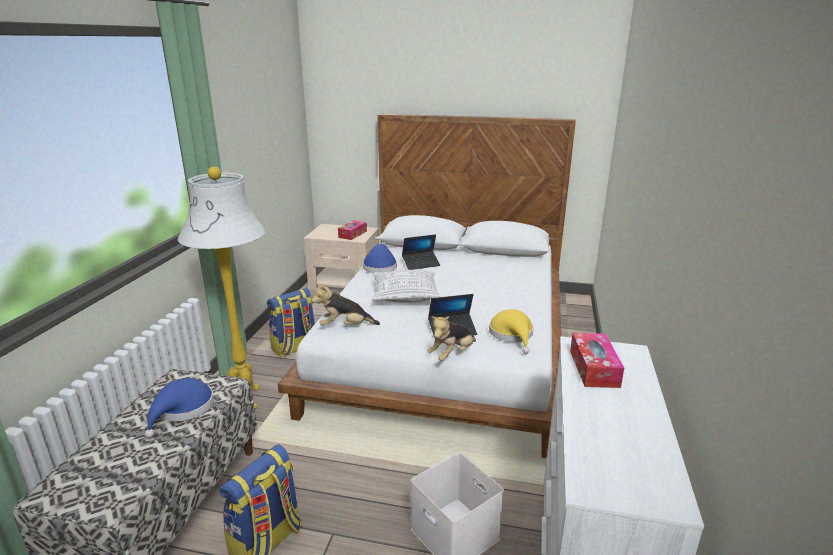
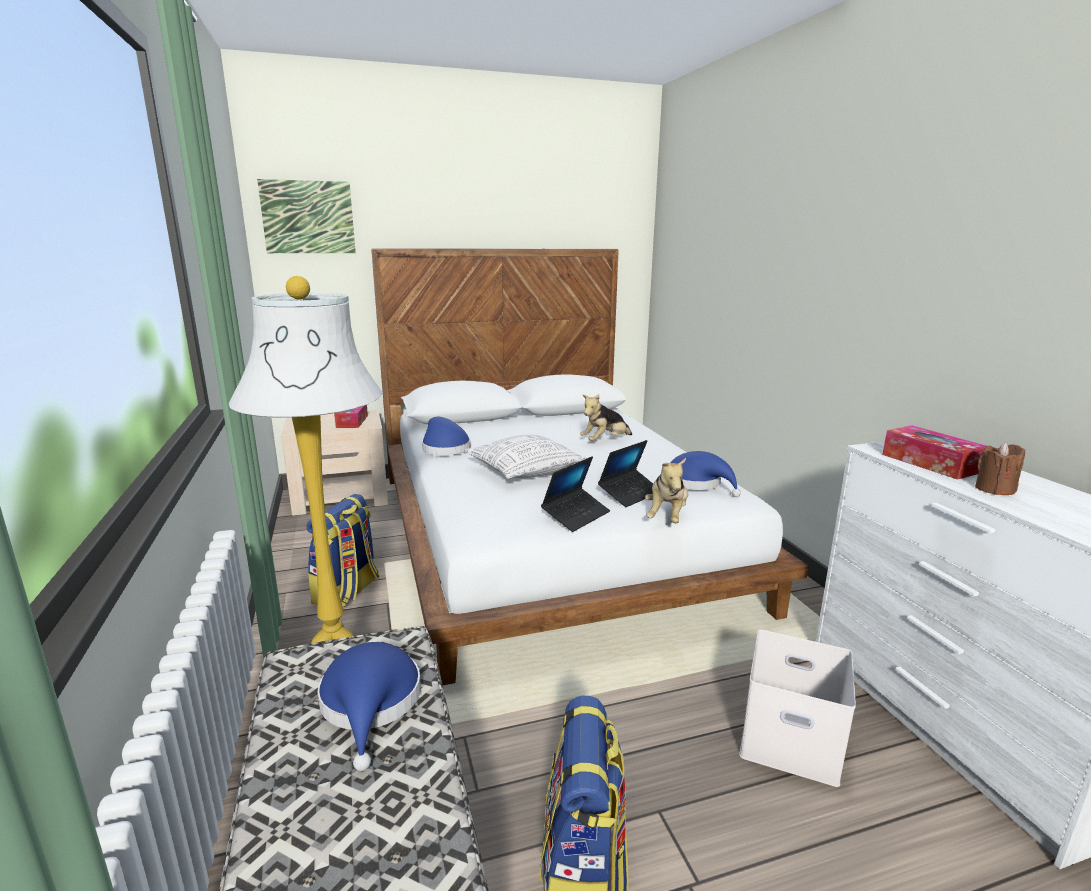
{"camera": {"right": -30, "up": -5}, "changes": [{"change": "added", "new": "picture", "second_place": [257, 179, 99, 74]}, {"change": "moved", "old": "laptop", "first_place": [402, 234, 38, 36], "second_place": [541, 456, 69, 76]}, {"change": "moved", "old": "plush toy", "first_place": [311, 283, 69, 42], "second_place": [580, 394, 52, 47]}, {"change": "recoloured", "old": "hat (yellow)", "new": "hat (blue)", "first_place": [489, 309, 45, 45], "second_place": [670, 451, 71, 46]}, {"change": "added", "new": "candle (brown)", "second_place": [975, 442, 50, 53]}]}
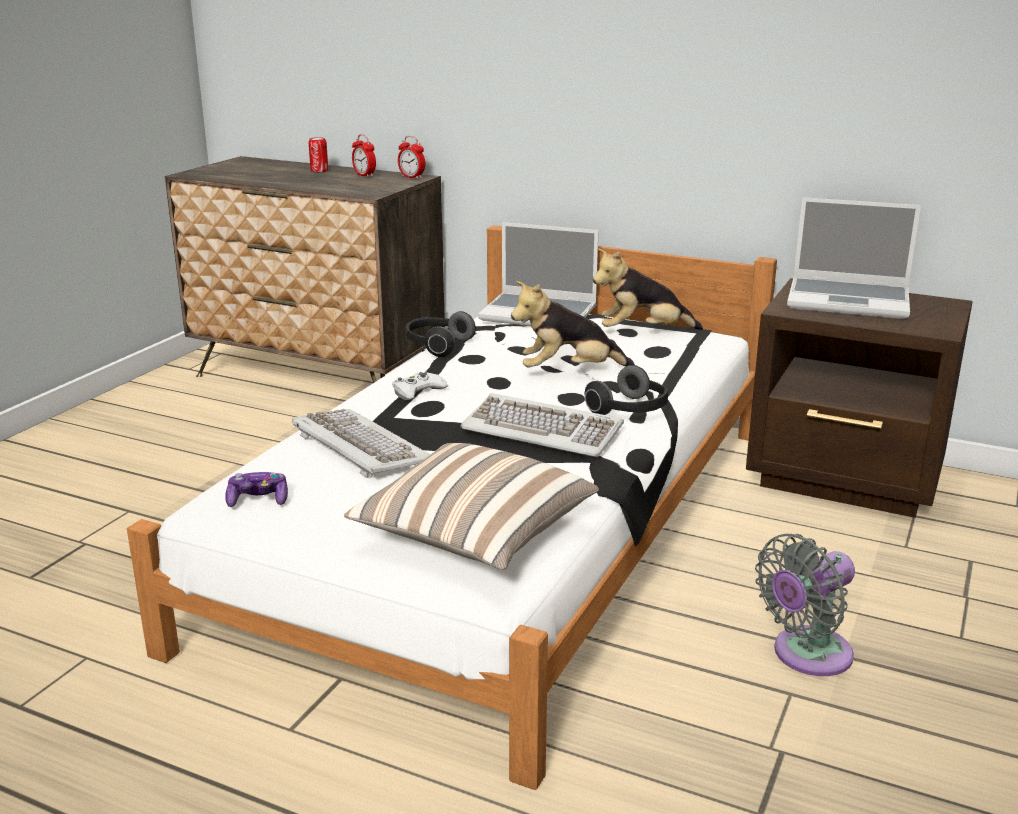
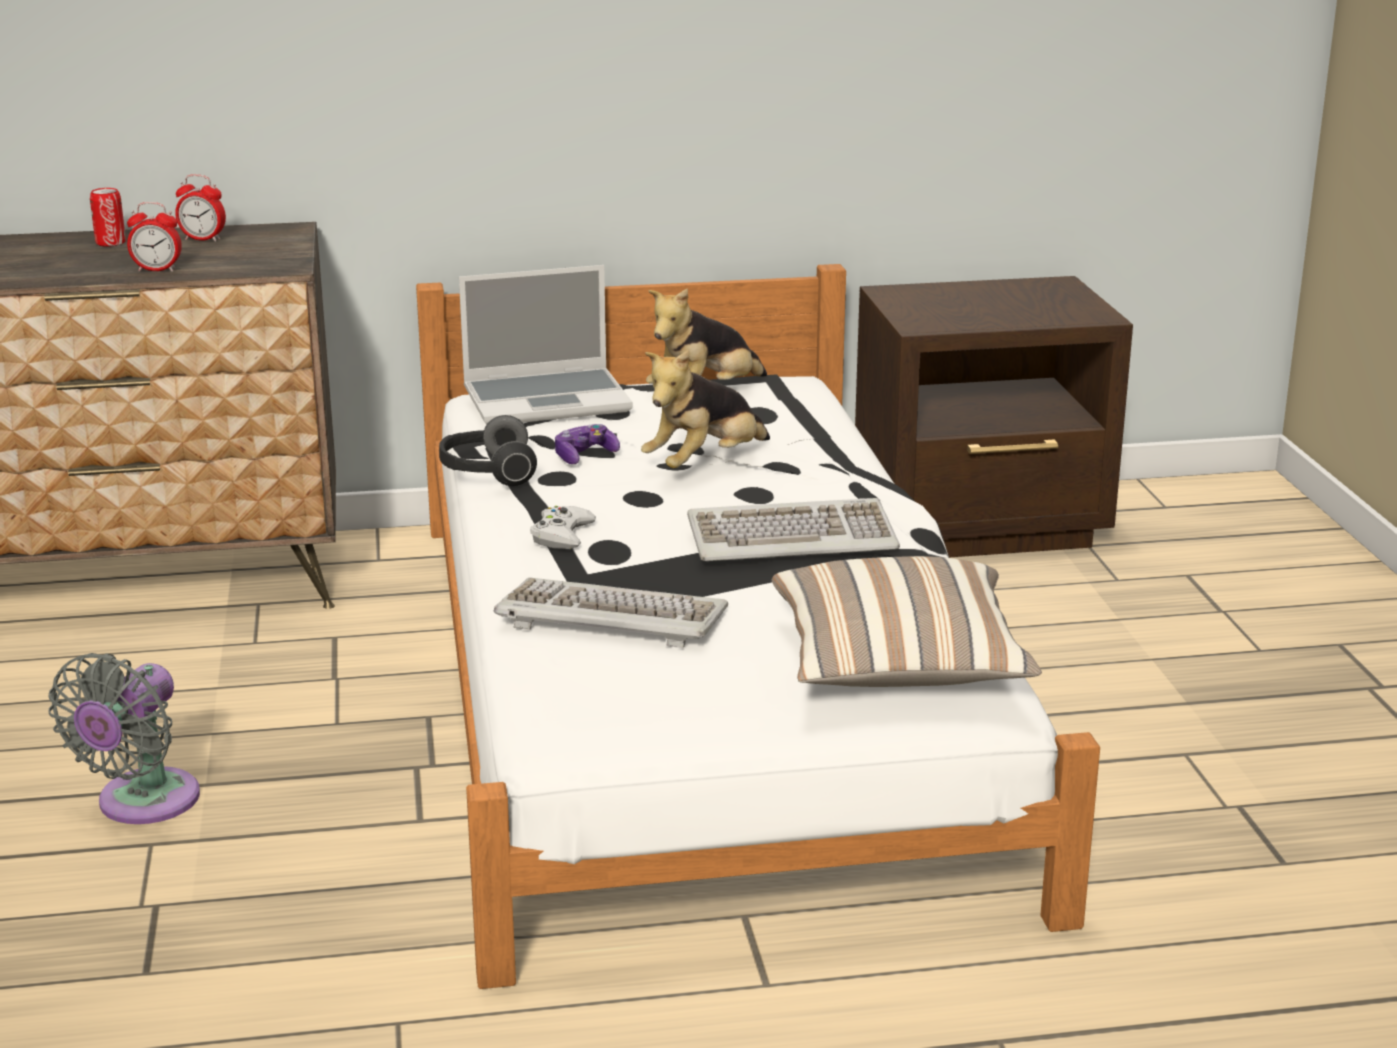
{"camera": {"right": -35, "up": 0}, "changes": [{"change": "moved", "old": "fan (grey)", "first_place": [755, 534, 100, 142], "second_place": [48, 653, 152, 171]}, {"change": "moved", "old": "alarm clock", "first_place": [398, 136, 27, 43], "second_place": [127, 202, 55, 70]}, {"change": "moved", "old": "game controller", "first_place": [225, 472, 63, 35], "second_place": [555, 424, 65, 40]}, {"change": "removed", "old": "headphones", "first_place": [585, 365, 83, 50]}, {"change": "removed", "old": "laptop", "first_place": [787, 197, 134, 122]}]}
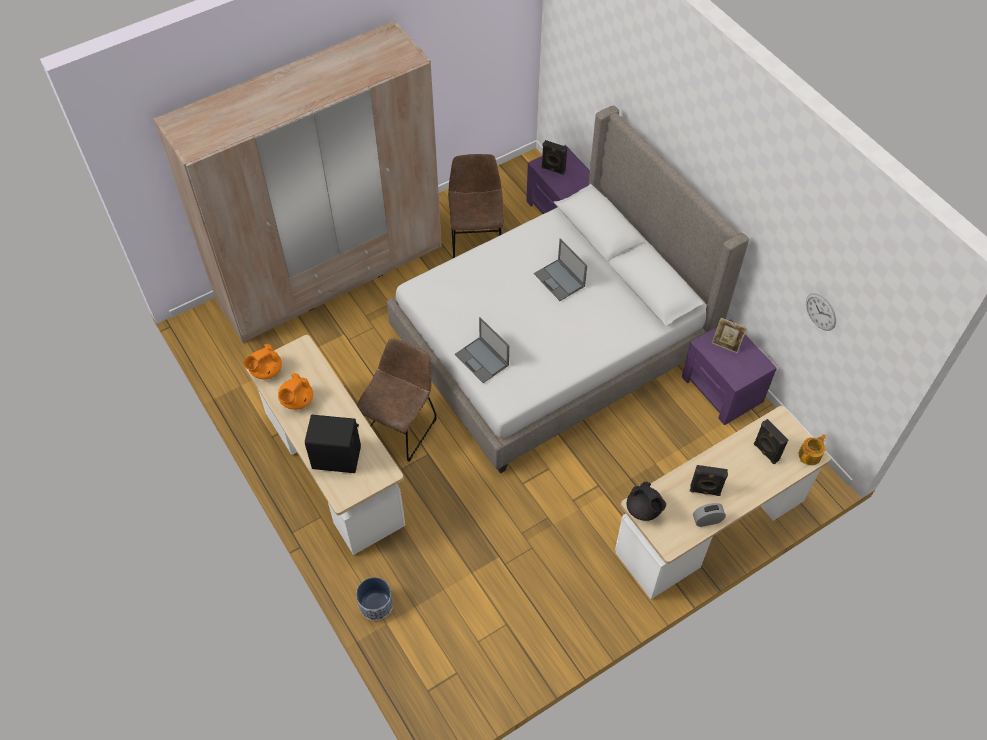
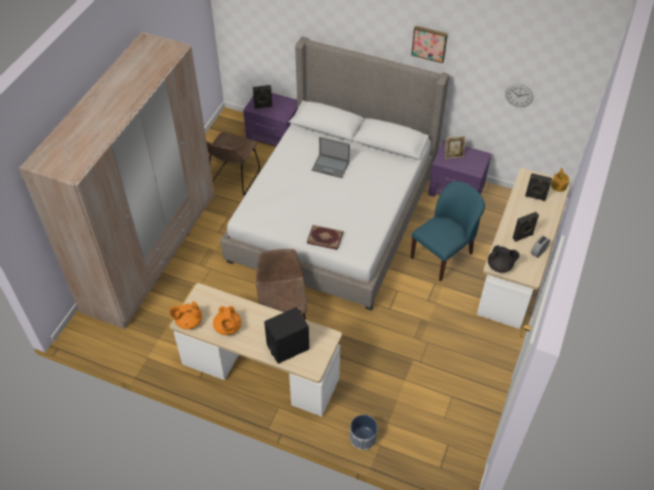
{"camera": {"right": -35, "up": -5}, "changes": [{"change": "turned", "old": "teapot (orange)", "first_place": [244, 344, 38, 36], "second_place": [169, 301, 33, 28], "degrees": 60}, {"change": "turned", "old": "chair (brown)", "first_place": [448, 154, 56, 104], "second_place": [206, 132, 54, 64], "degrees": -120}, {"change": "replaced", "old": "laptop", "new": "book", "first_place": [455, 317, 54, 66], "second_place": [307, 225, 36, 25]}, {"change": "added", "new": "chair (blue)", "second_place": [410, 181, 75, 100]}, {"change": "added", "new": "picture", "second_place": [411, 26, 37, 37]}]}
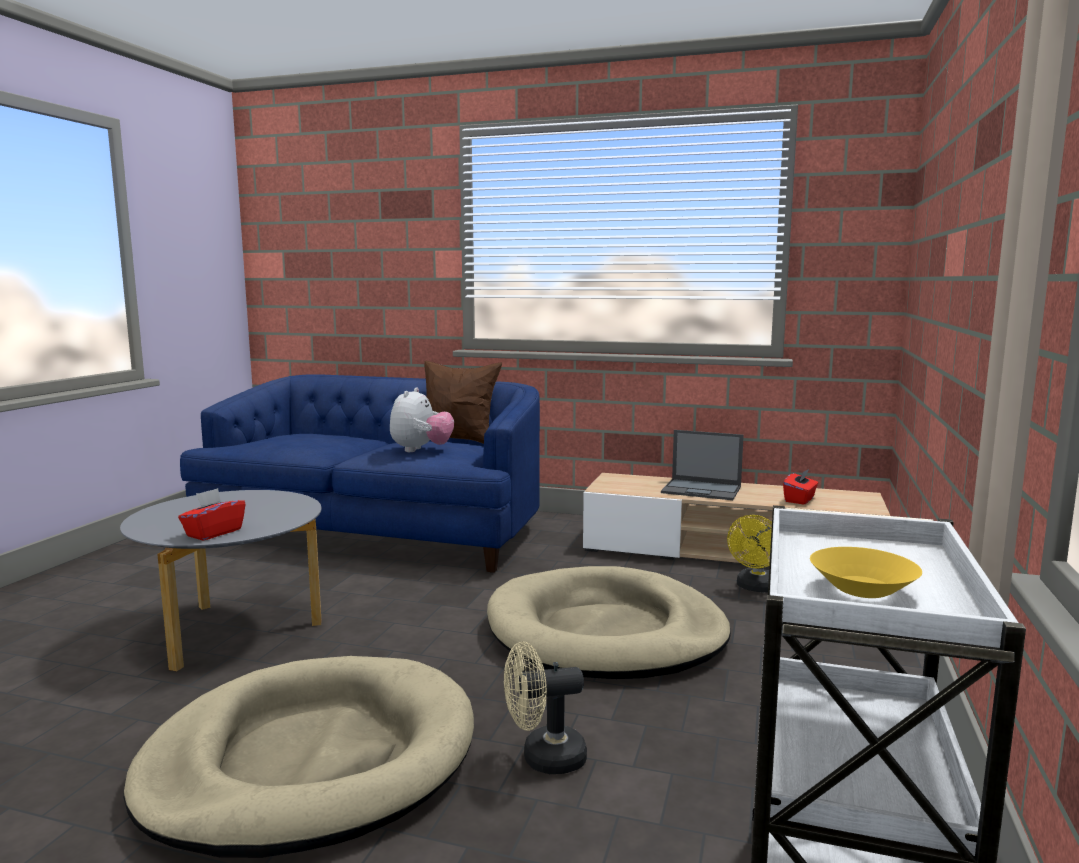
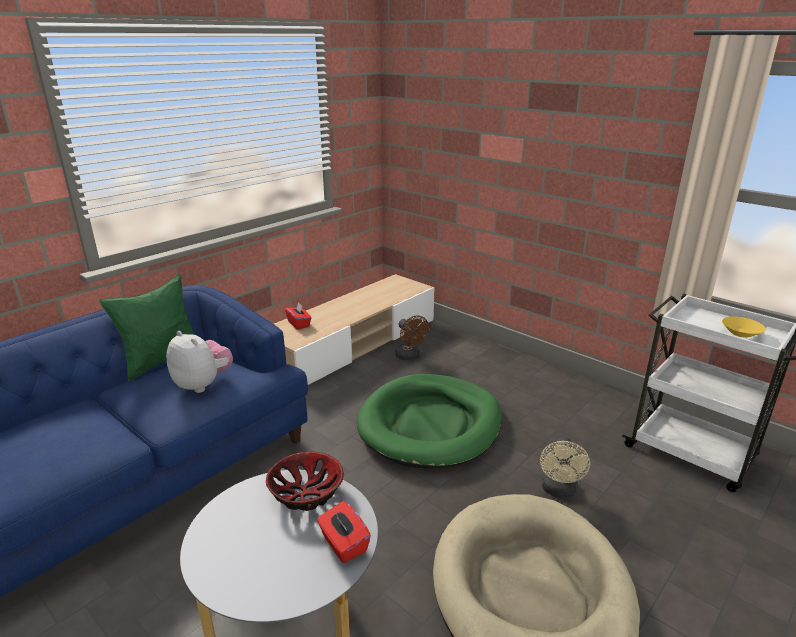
{"camera": {"right": -65, "up": 15}, "changes": [{"change": "recoloured", "old": "pillow (brown)", "new": "pillow (green)", "first_place": [424, 361, 78, 83], "second_place": [99, 275, 95, 106]}, {"change": "added", "new": "bowl", "second_place": [266, 451, 78, 60]}, {"change": "moved", "old": "tissue box (red)", "first_place": [783, 469, 35, 36], "second_place": [285, 302, 27, 28]}, {"change": "recoloured", "old": "dog bed (beige)", "new": "dog bed (green)", "first_place": [487, 566, 244, 113], "second_place": [357, 374, 145, 94]}, {"change": "recoloured", "old": "fan (yellow)", "new": "fan (brown)", "first_place": [727, 515, 45, 77], "second_place": [395, 315, 34, 45]}, {"change": "removed", "old": "laptop", "first_place": [661, 430, 83, 70]}]}
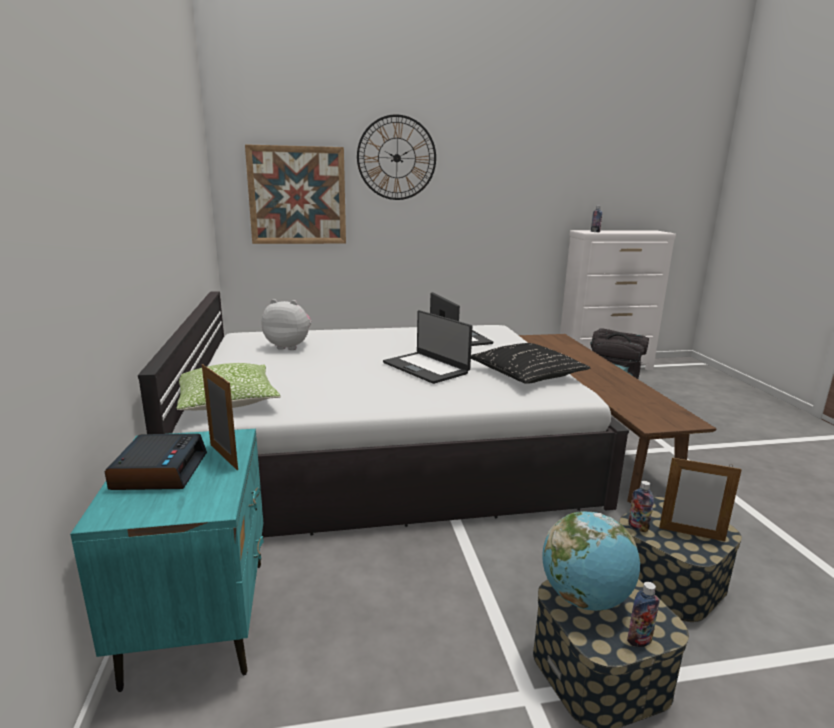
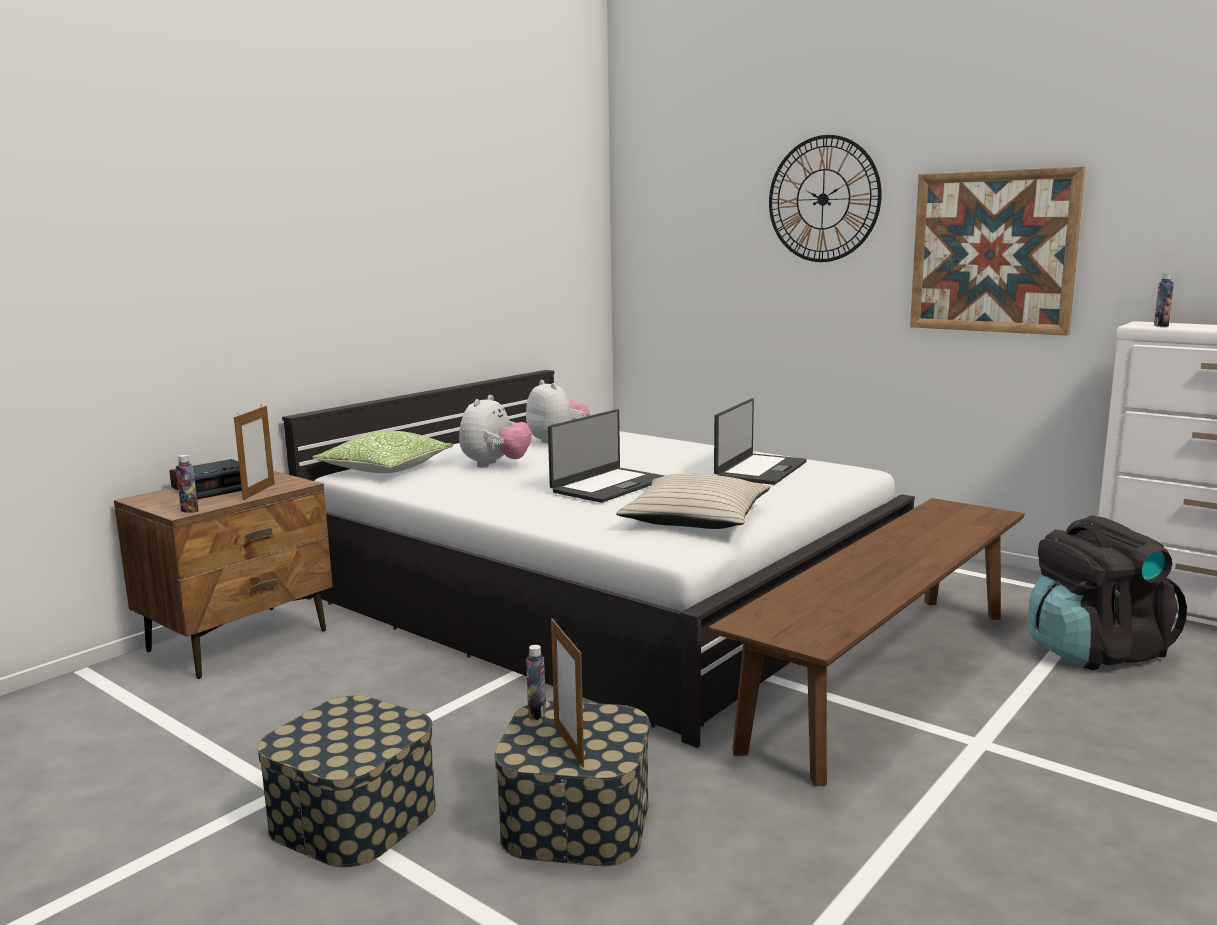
{"camera": {"right": 50, "up": -5}, "changes": [{"change": "recoloured", "old": "nightstand (turquoise)", "new": "nightstand (brown)", "first_place": [70, 429, 194, 263], "second_place": [114, 471, 219, 208]}, {"change": "moved", "old": "bottle", "first_place": [627, 582, 33, 65], "second_place": [176, 455, 23, 58]}, {"change": "added", "new": "plush toy", "second_place": [459, 395, 73, 72]}, {"change": "turned", "old": "laptop", "first_place": [383, 310, 89, 74], "second_place": [548, 409, 117, 94], "degrees": -150}, {"change": "recoloured", "old": "pillow (black)", "new": "pillow (beige)", "first_place": [471, 343, 120, 41], "second_place": [616, 473, 154, 56]}, {"change": "moved", "old": "picture", "first_place": [245, 144, 101, 100], "second_place": [910, 167, 175, 169]}, {"change": "removed", "old": "globe", "first_place": [542, 511, 98, 100]}]}
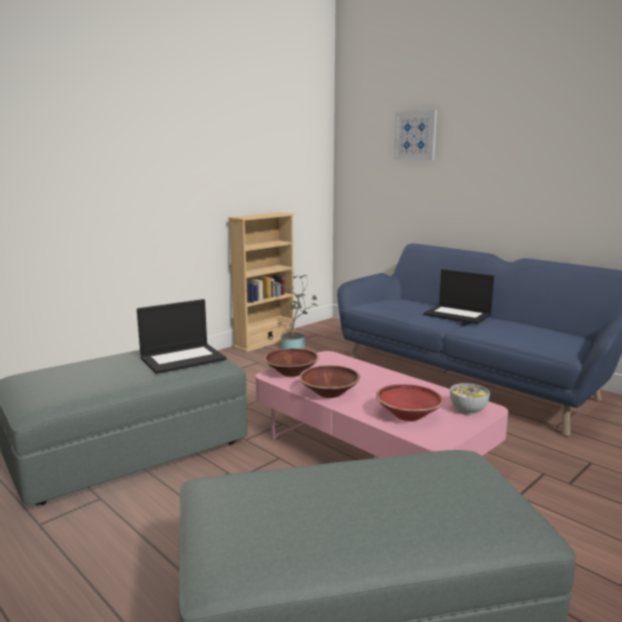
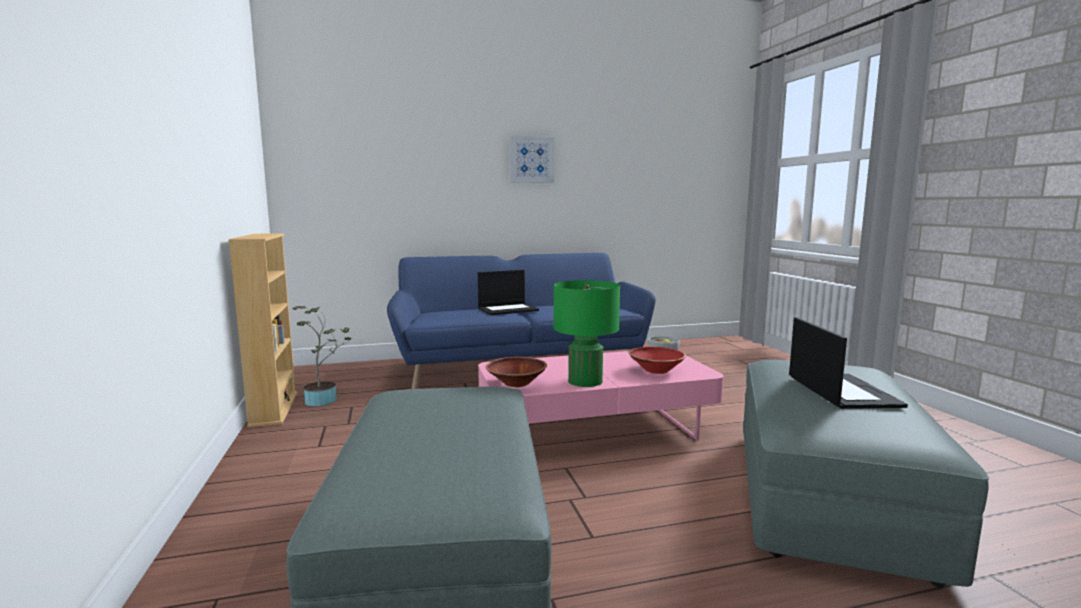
{"camera": {"right": -60, "up": -5}, "changes": [{"change": "moved", "old": "picture", "first_place": [394, 110, 43, 50], "second_place": [510, 136, 44, 47]}, {"change": "replaced", "old": "bowl (brown)", "new": "table lamp (green)", "first_place": [299, 365, 61, 33], "second_place": [554, 280, 66, 107]}, {"change": "moved", "old": "laptop", "first_place": [137, 299, 89, 75], "second_place": [789, 317, 119, 92]}]}
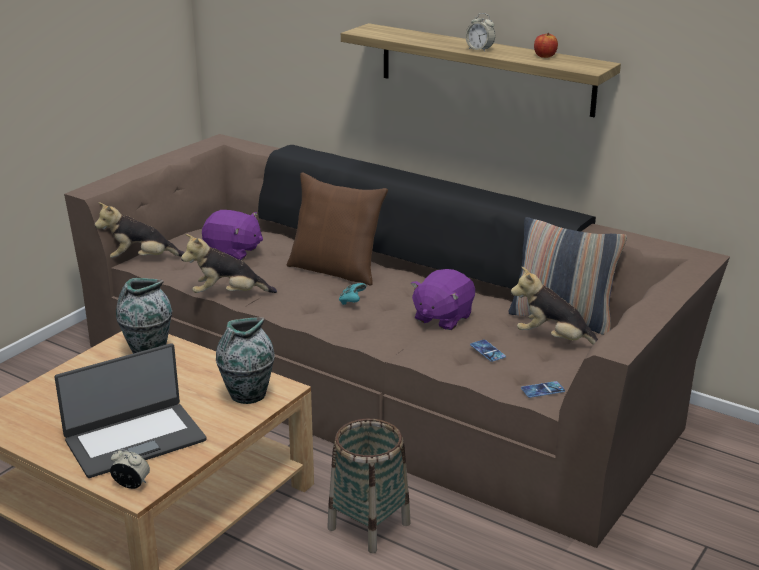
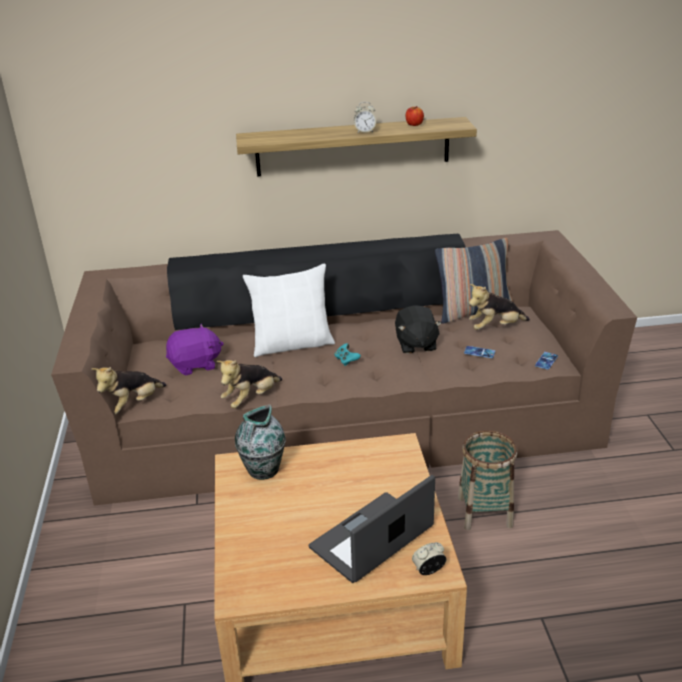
{"camera": {"right": -40, "up": 5}, "changes": [{"change": "recoloured", "old": "pillow (brown)", "new": "pillow (white)", "first_place": [287, 172, 101, 113], "second_place": [243, 263, 92, 94]}, {"change": "turned", "old": "laptop", "first_place": [55, 343, 152, 135], "second_place": [309, 475, 126, 108], "degrees": -150}, {"change": "recoloured", "old": "plush toy (purple)", "new": "plush toy (black)", "first_place": [411, 269, 64, 61], "second_place": [395, 305, 47, 49]}, {"change": "removed", "old": "vase", "first_place": [216, 317, 59, 87]}]}
